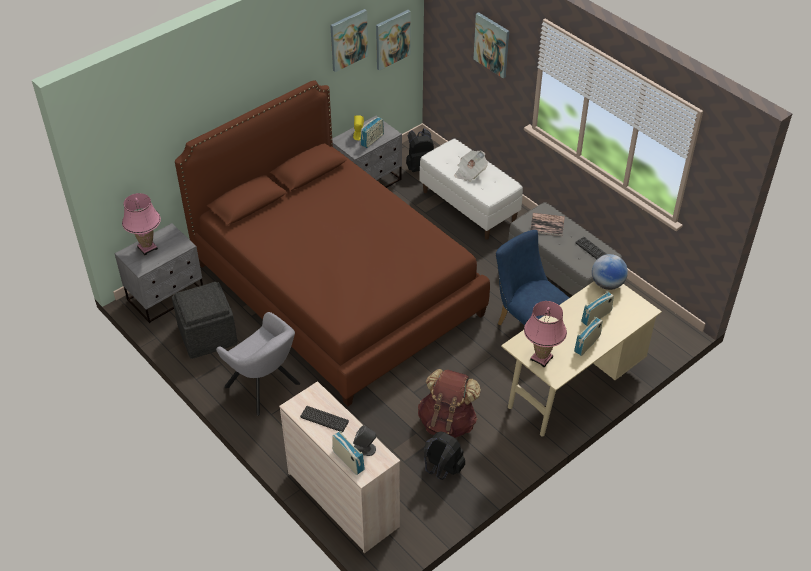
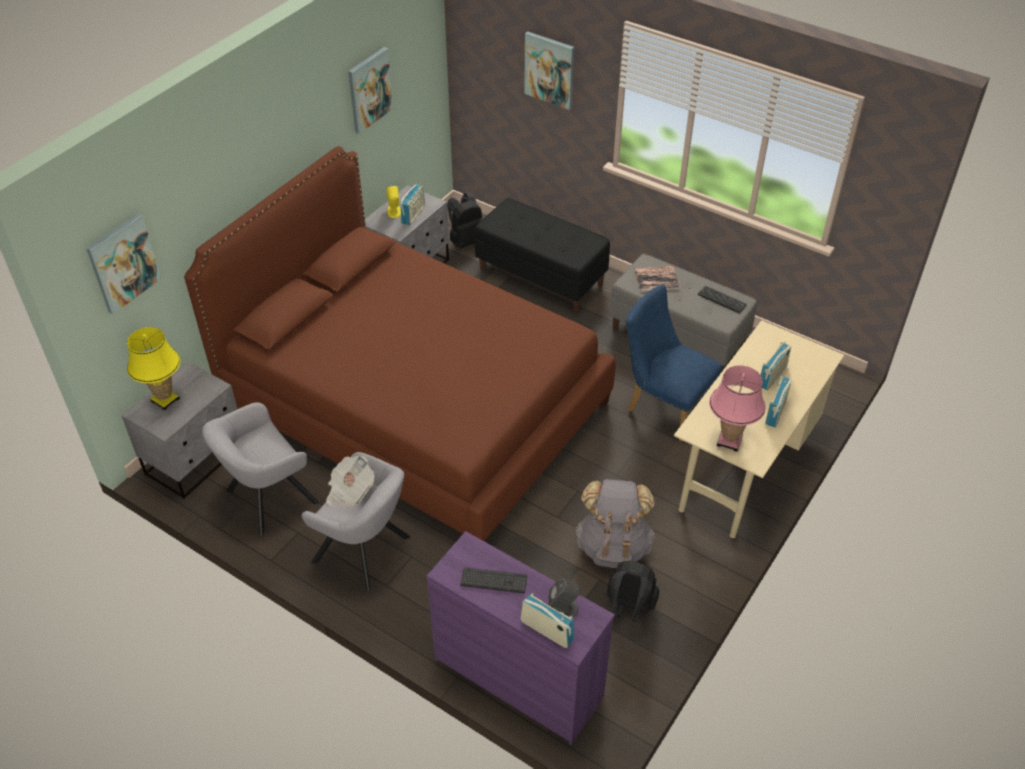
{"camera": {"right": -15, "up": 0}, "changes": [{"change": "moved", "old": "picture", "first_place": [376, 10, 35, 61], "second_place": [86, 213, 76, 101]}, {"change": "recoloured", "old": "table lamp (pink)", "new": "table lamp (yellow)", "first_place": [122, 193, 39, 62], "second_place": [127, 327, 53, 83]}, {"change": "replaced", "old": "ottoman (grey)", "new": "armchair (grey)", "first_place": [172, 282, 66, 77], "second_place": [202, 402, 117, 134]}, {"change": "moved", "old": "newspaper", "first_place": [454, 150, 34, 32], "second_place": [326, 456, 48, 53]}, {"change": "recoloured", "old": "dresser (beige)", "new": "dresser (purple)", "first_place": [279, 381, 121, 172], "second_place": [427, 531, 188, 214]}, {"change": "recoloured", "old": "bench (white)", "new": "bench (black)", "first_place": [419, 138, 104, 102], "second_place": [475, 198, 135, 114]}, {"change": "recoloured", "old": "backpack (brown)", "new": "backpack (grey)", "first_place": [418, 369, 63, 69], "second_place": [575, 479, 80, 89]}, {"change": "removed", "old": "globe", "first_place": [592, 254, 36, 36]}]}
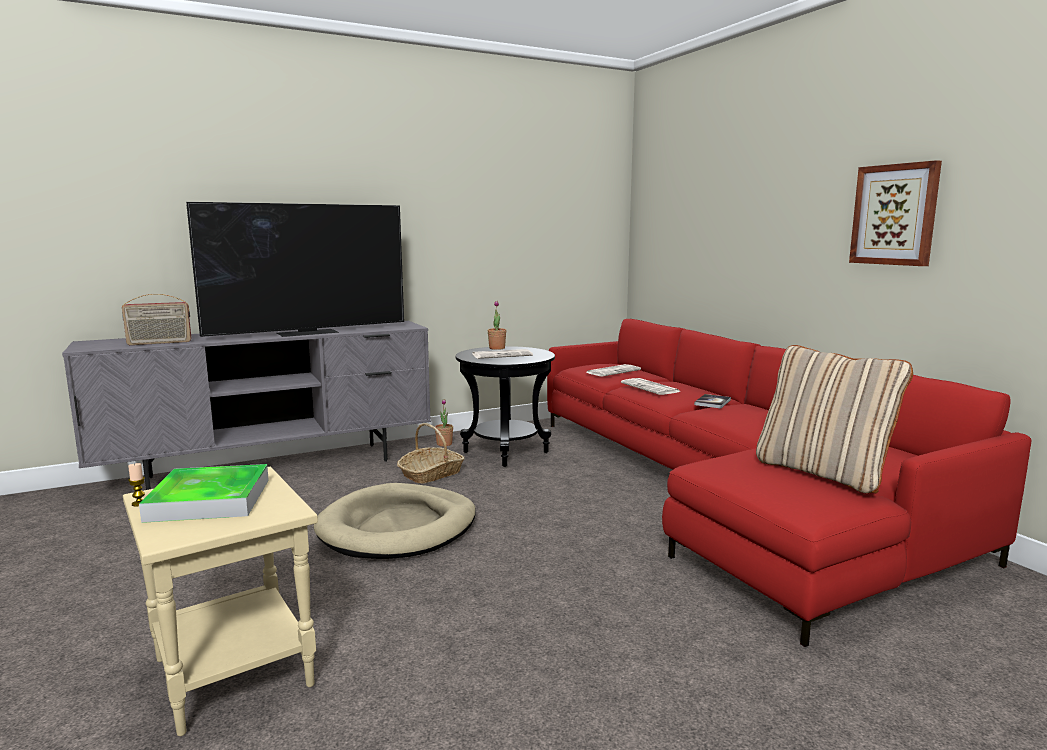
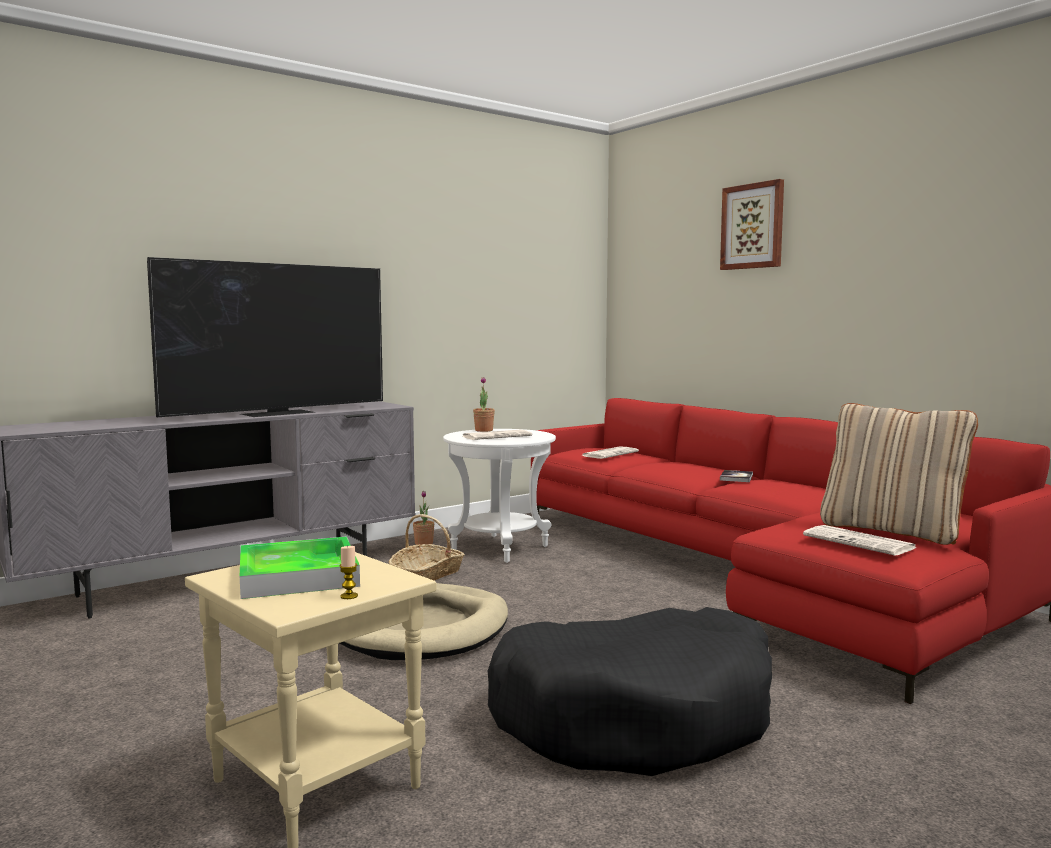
{"camera": {"right": -10, "up": -5}, "changes": [{"change": "moved", "old": "candle", "first_place": [128, 463, 17, 44], "second_place": [339, 546, 19, 53]}, {"change": "recoloured", "old": "side table (black)", "new": "side table (white)", "first_place": [456, 346, 99, 121], "second_place": [443, 429, 113, 134]}, {"change": "added", "new": "dog bed (black)", "second_place": [488, 607, 284, 169]}, {"change": "moved", "old": "picture", "first_place": [849, 160, 93, 106], "second_place": [720, 179, 64, 91]}, {"change": "moved", "old": "newspaper", "first_place": [621, 378, 59, 17], "second_place": [803, 525, 114, 30]}, {"change": "removed", "old": "radio", "first_place": [122, 294, 69, 51]}]}
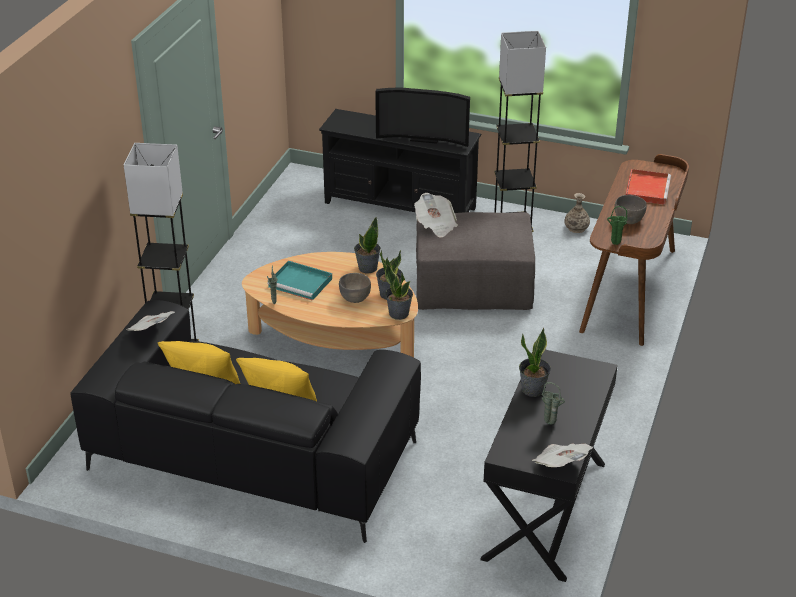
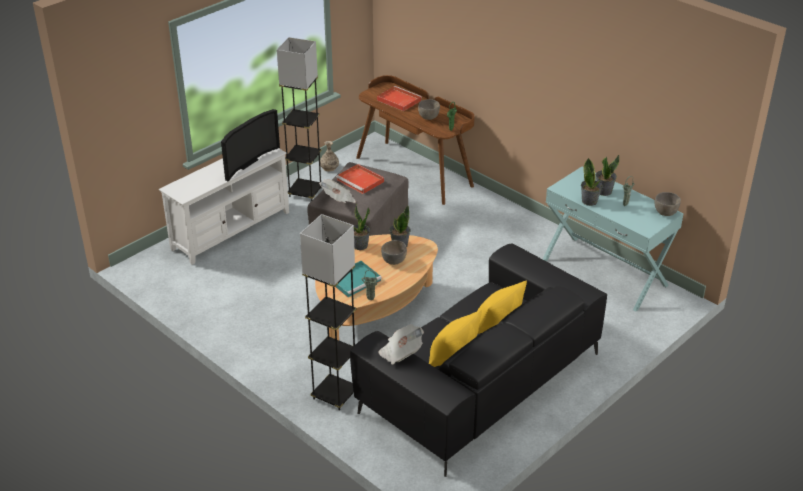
{"camera": {"right": -65, "up": 0}, "changes": [{"change": "recoloured", "old": "tv stand (black)", "new": "tv stand (white)", "first_place": [319, 109, 162, 104], "second_place": [159, 148, 130, 117]}, {"change": "added", "new": "tray (red)", "second_place": [336, 164, 48, 30]}, {"change": "recoloured", "old": "console table (black)", "new": "console table (turquoise)", "first_place": [480, 350, 138, 232], "second_place": [543, 166, 141, 146]}, {"change": "moved", "old": "potted plant", "first_place": [385, 264, 28, 56], "second_place": [596, 155, 23, 41]}, {"change": "replaced", "old": "newspaper", "new": "bowl (grey)", "first_place": [532, 443, 61, 24], "second_place": [654, 192, 27, 24]}]}
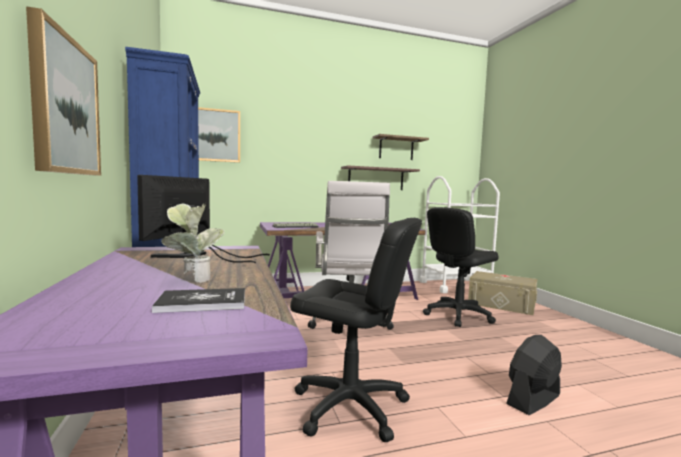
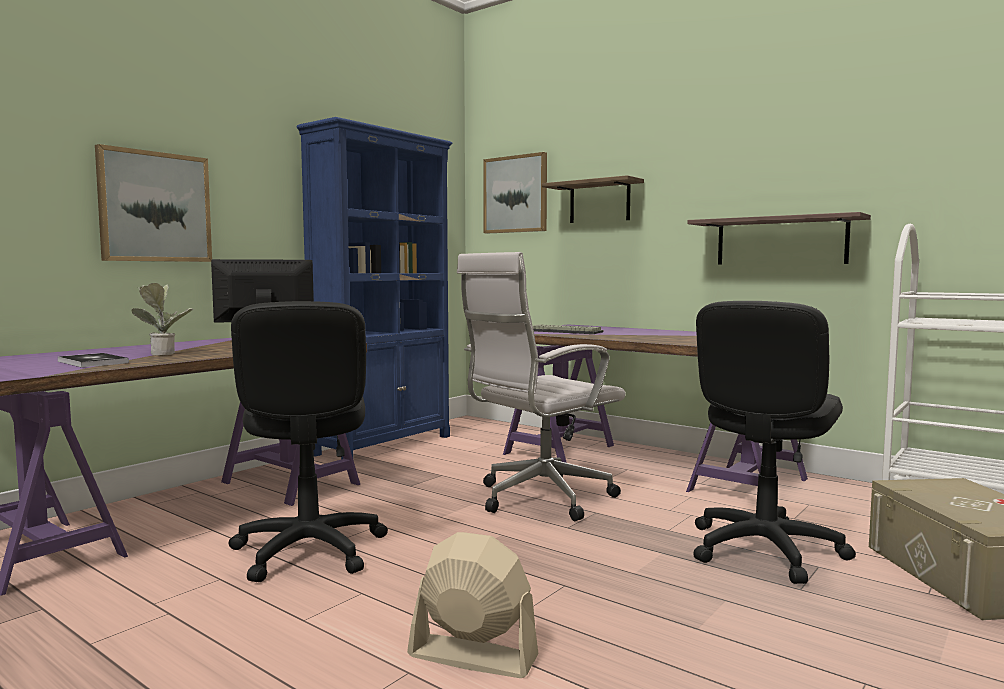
{"camera": {"right": 55, "up": 0}, "changes": [{"change": "recoloured", "old": "fan (black)", "new": "fan (beige)", "first_place": [506, 335, 56, 80], "second_place": [407, 532, 131, 146]}, {"change": "moved", "old": "shelf", "first_place": [373, 134, 56, 26], "second_place": [542, 175, 102, 48]}, {"change": "turned", "old": "office chair (black)", "first_place": [423, 207, 76, 120], "second_place": [693, 301, 163, 283], "degrees": -75}]}
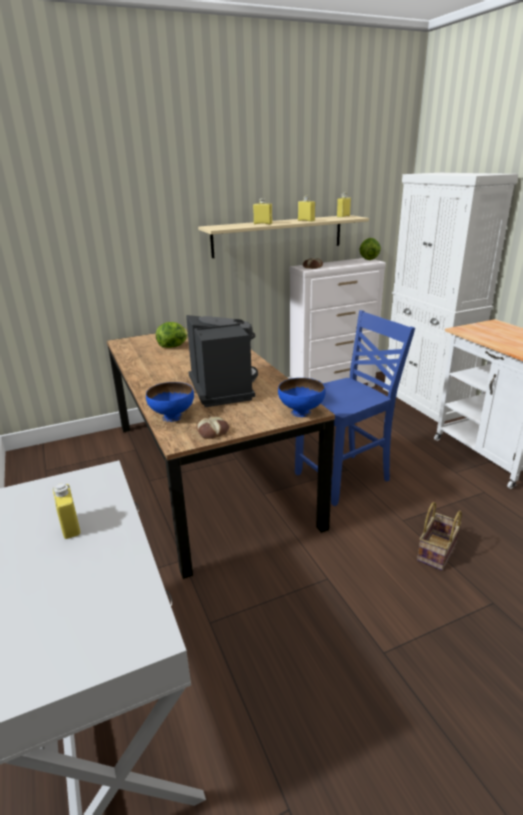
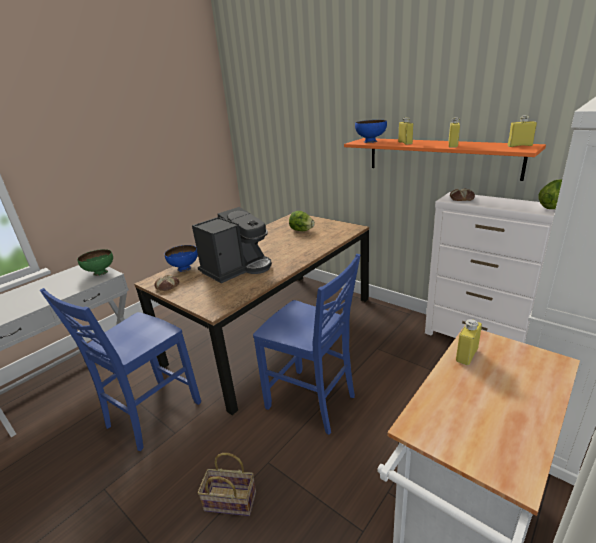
{"camera": {"right": 65, "up": 0}, "changes": [{"change": "added", "new": "chair (blue)", "second_place": [40, 288, 161, 163]}, {"change": "added", "new": "bowl (green)", "second_place": [77, 249, 36, 27]}, {"change": "recoloured", "old": "shelf (beige)", "new": "shelf (orange)", "first_place": [198, 215, 171, 43], "second_place": [344, 138, 202, 43]}, {"change": "moved", "old": "bowl (blue)", "first_place": [278, 378, 47, 39], "second_place": [355, 120, 32, 23]}, {"change": "moved", "old": "bottle (yellow)", "first_place": [53, 484, 27, 55], "second_place": [456, 319, 26, 46]}]}
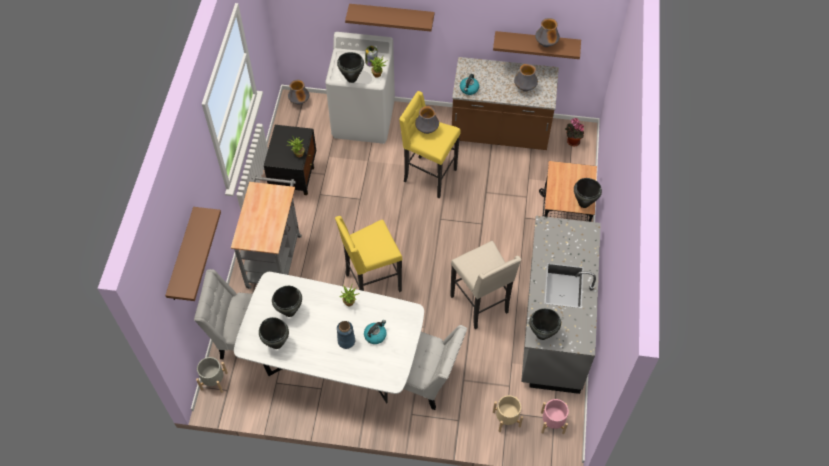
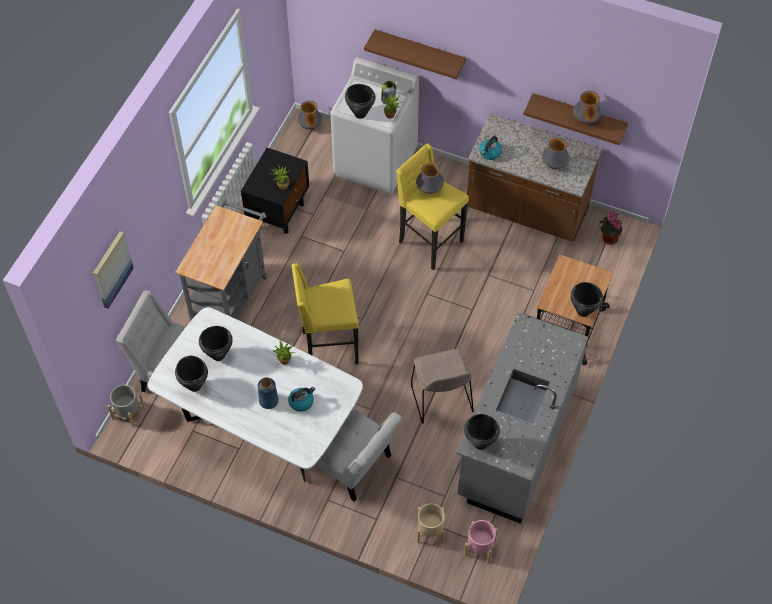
{"camera": {"right": 15, "up": 0}, "changes": [{"change": "replaced", "old": "shelf (brown)", "new": "picture", "first_place": [165, 207, 56, 94], "second_place": [93, 231, 41, 78]}, {"change": "replaced", "old": "stool (beige)", "new": "chair (beige)", "first_place": [450, 241, 71, 88], "second_place": [411, 349, 63, 75]}]}
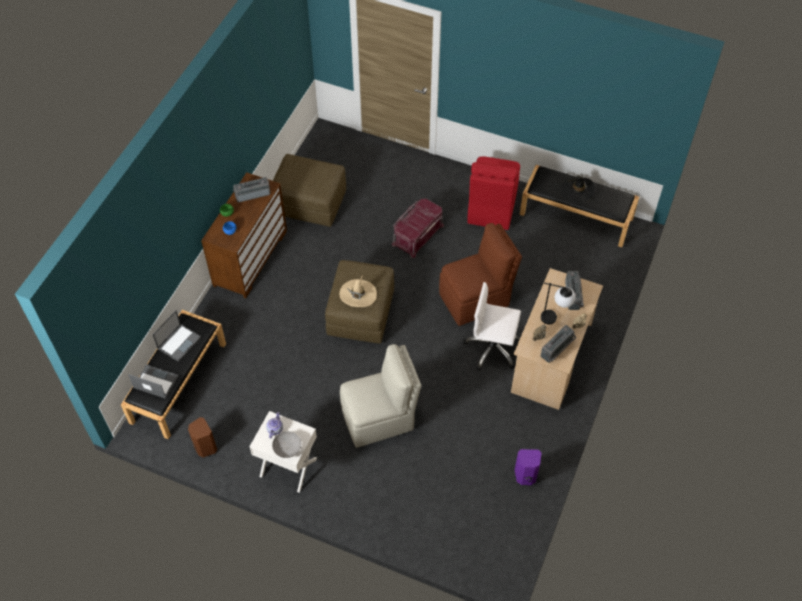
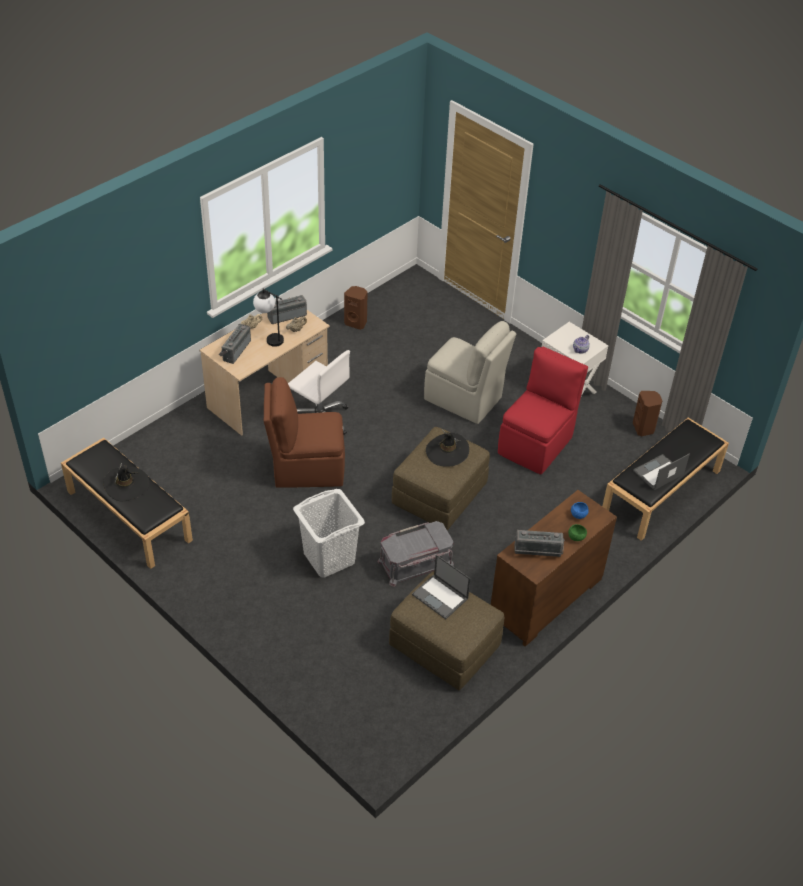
{"camera": {"right": -160, "up": -10}, "changes": [{"change": "replaced", "old": "storage box (red)", "new": "laundry basket (white)", "first_place": [392, 199, 52, 59], "second_place": [293, 489, 72, 89]}, {"change": "recoloured", "old": "speaker (purple)", "new": "speaker (brown)", "first_place": [515, 449, 26, 36], "second_place": [344, 286, 24, 44]}, {"change": "added", "new": "storage box (grey)", "second_place": [377, 521, 77, 66]}, {"change": "moved", "old": "laptop", "first_place": [128, 364, 51, 35], "second_place": [412, 555, 59, 64]}, {"change": "turned", "old": "chair (beige)", "first_place": [340, 344, 82, 104], "second_place": [424, 321, 92, 103], "degrees": -150}, {"change": "recoloured", "old": "hat (beige)", "new": "hat (black)", "first_place": [340, 274, 37, 33], "second_place": [426, 429, 43, 38]}, {"change": "moved", "old": "chair (red)", "first_place": [467, 156, 53, 74], "second_place": [498, 347, 90, 127]}, {"change": "removed", "old": "bowl (grey)", "first_place": [272, 431, 29, 27]}]}
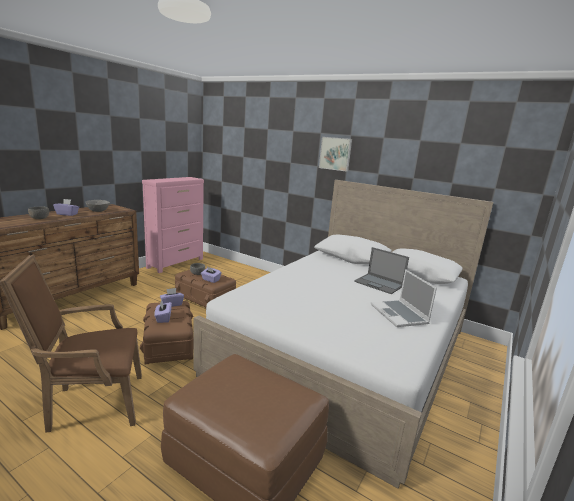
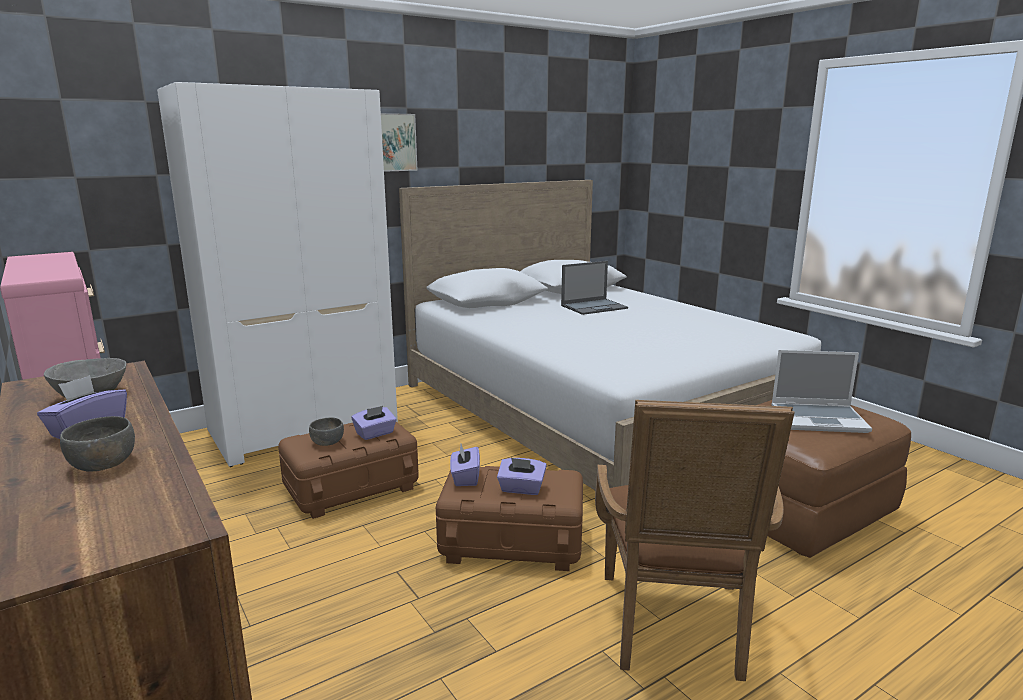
{"camera": {"right": -65, "up": 0}, "changes": [{"change": "added", "new": "wardrobe (white)", "second_place": [157, 82, 241, 385]}, {"change": "moved", "old": "laptop", "first_place": [371, 269, 66, 58], "second_place": [771, 350, 101, 83]}]}
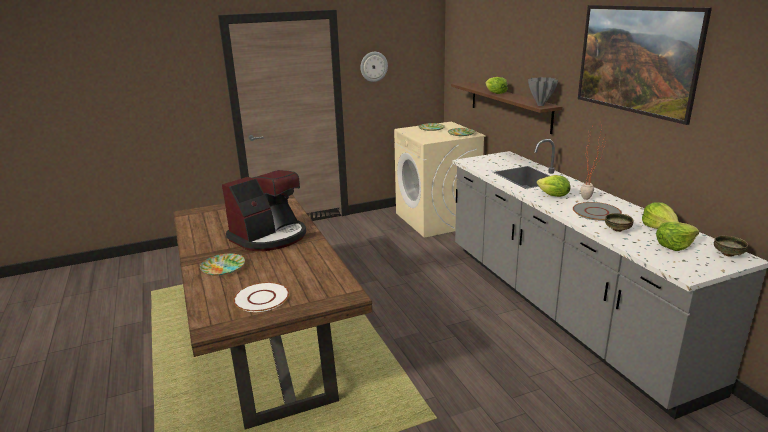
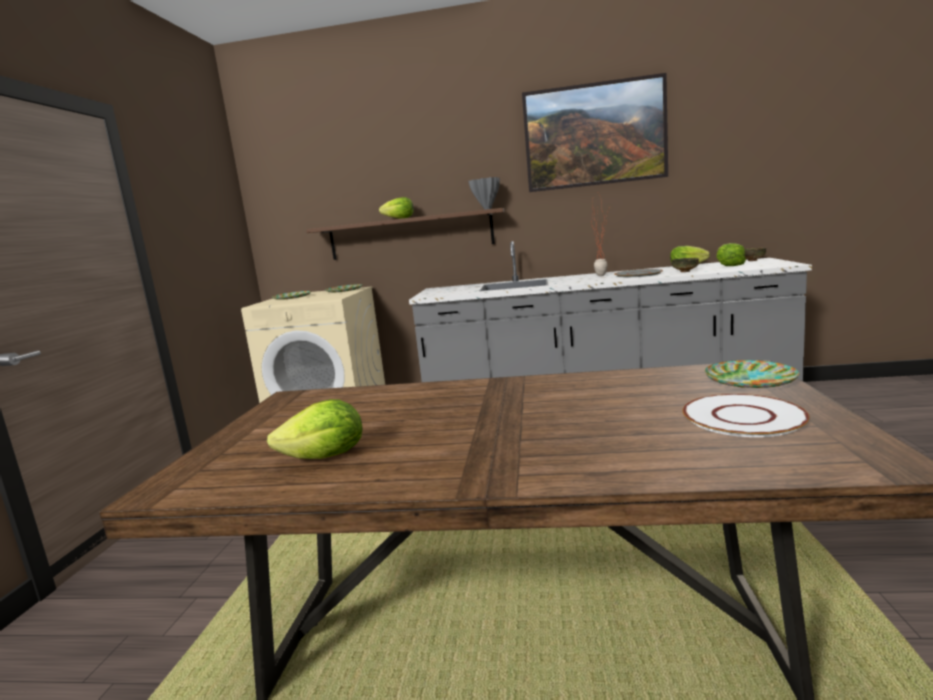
{"camera": {"right": -60, "up": -10}, "changes": [{"change": "moved", "old": "lettuce", "first_place": [537, 175, 33, 22], "second_place": [267, 399, 95, 60]}, {"change": "moved", "old": "plate", "first_place": [200, 253, 45, 22], "second_place": [705, 360, 94, 28]}, {"change": "removed", "old": "coffee machine", "first_place": [222, 170, 84, 81]}, {"change": "removed", "old": "wall clock", "first_place": [360, 52, 28, 30]}]}
